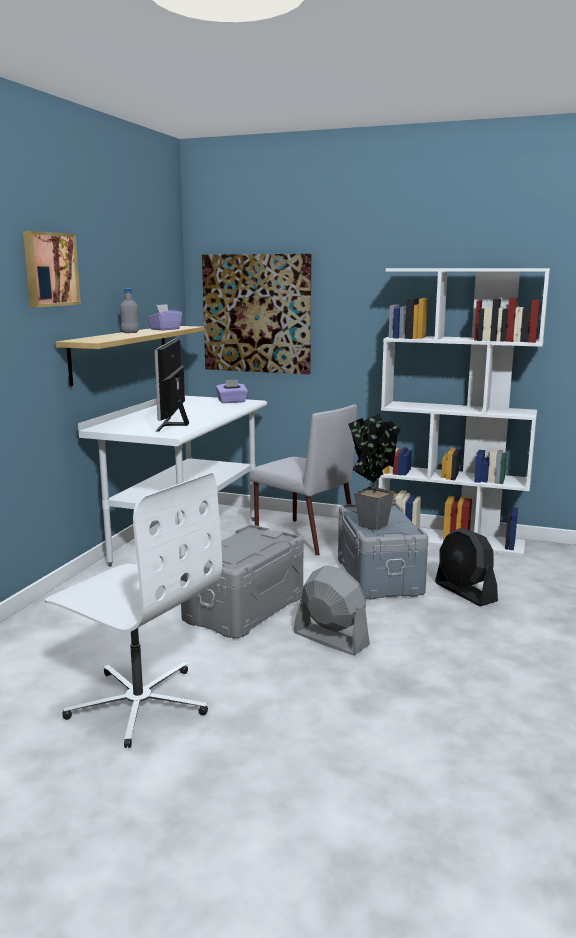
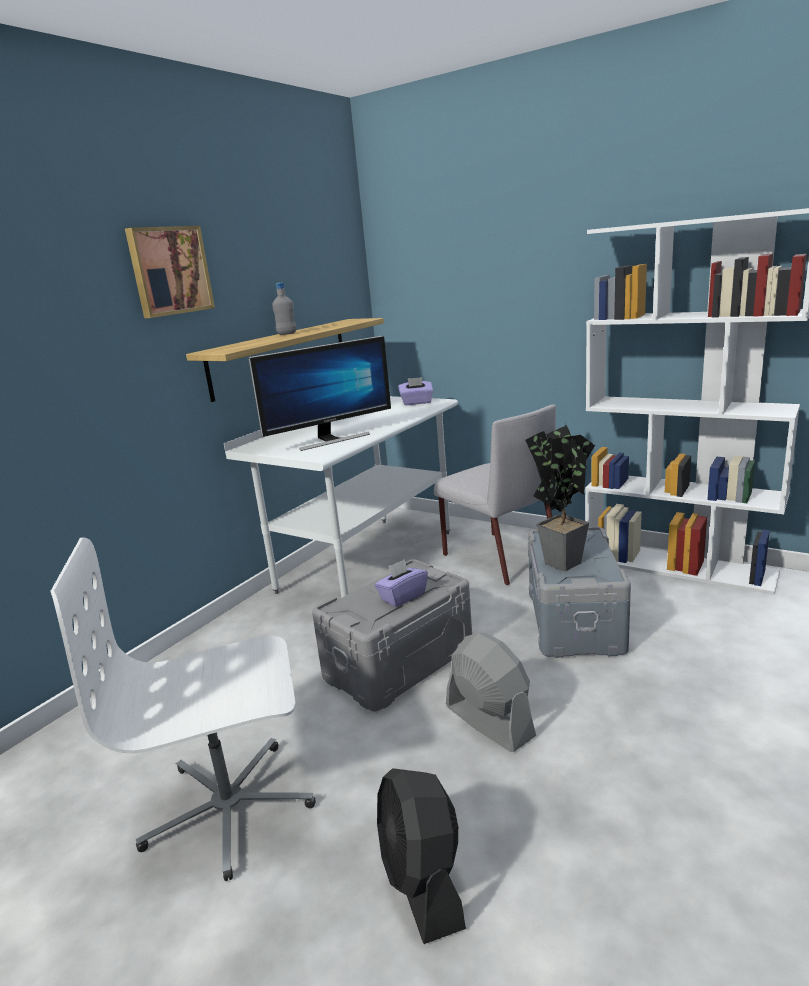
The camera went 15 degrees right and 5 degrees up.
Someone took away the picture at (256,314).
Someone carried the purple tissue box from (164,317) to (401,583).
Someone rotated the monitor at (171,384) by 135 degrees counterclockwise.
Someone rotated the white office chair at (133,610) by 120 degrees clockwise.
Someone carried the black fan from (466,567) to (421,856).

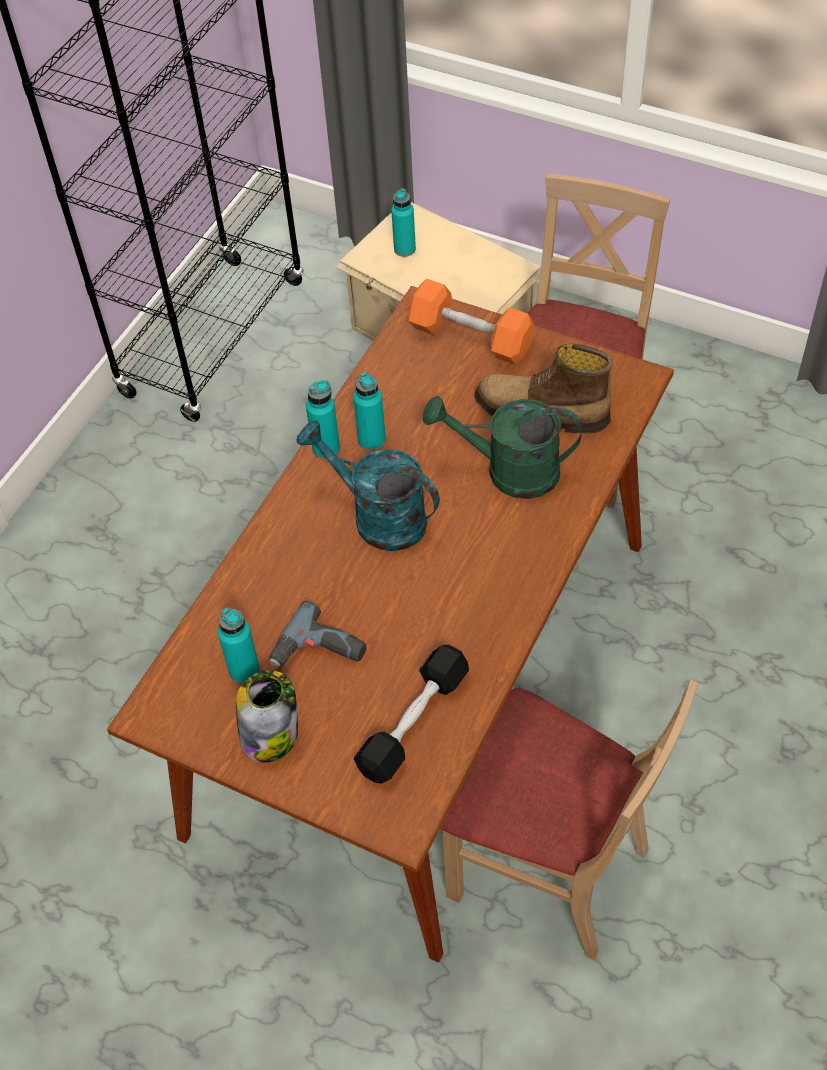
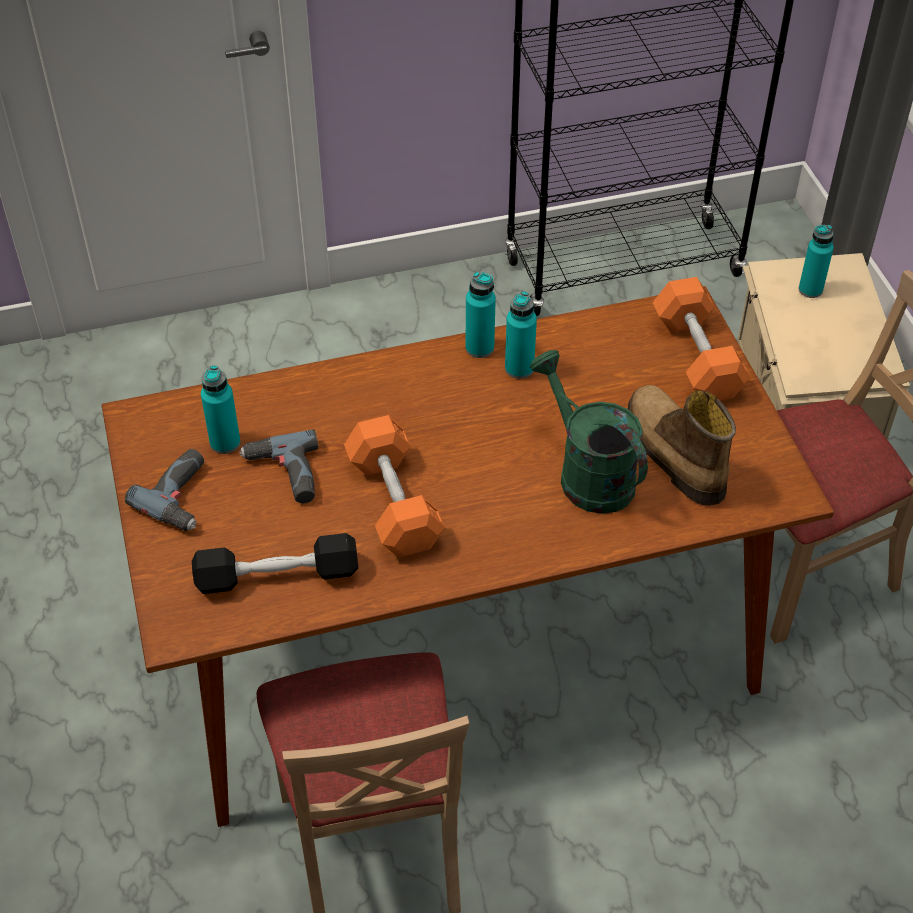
The camera went 45 degrees right and 5 degrees down.
Someone took away the turquoise watering can at (368,485).
Someone swapped the jar at (267,716) for the power drill at (164,490).
Someone put down the orange dumbbell at (395,486).

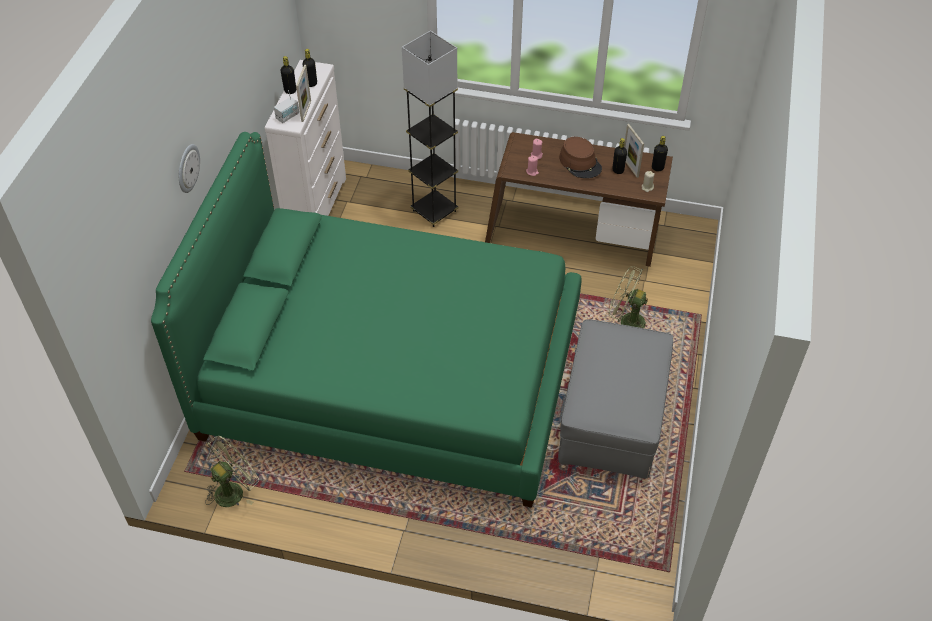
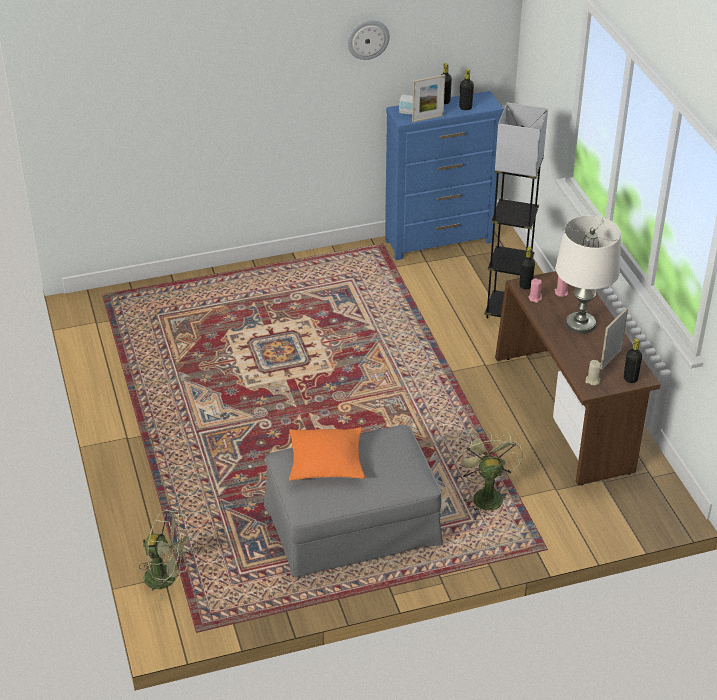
The camera went 60 degrees right and 10 degrees down.
Someone repainted the white dresser at (305,138), which became the blue dresser at (444,175).
Someone took away the green bed at (366,320).
Someone swapped the brown hat at (580,157) for the white table lamp at (588,274).
Someone carried the black bottle from (619,156) to (527,268).
Someone carried the wall clock from (189,168) to (368,40).
Someone carried the green fan from (232,471) to (165,554).
Someone put down the orange pillow at (327,454).

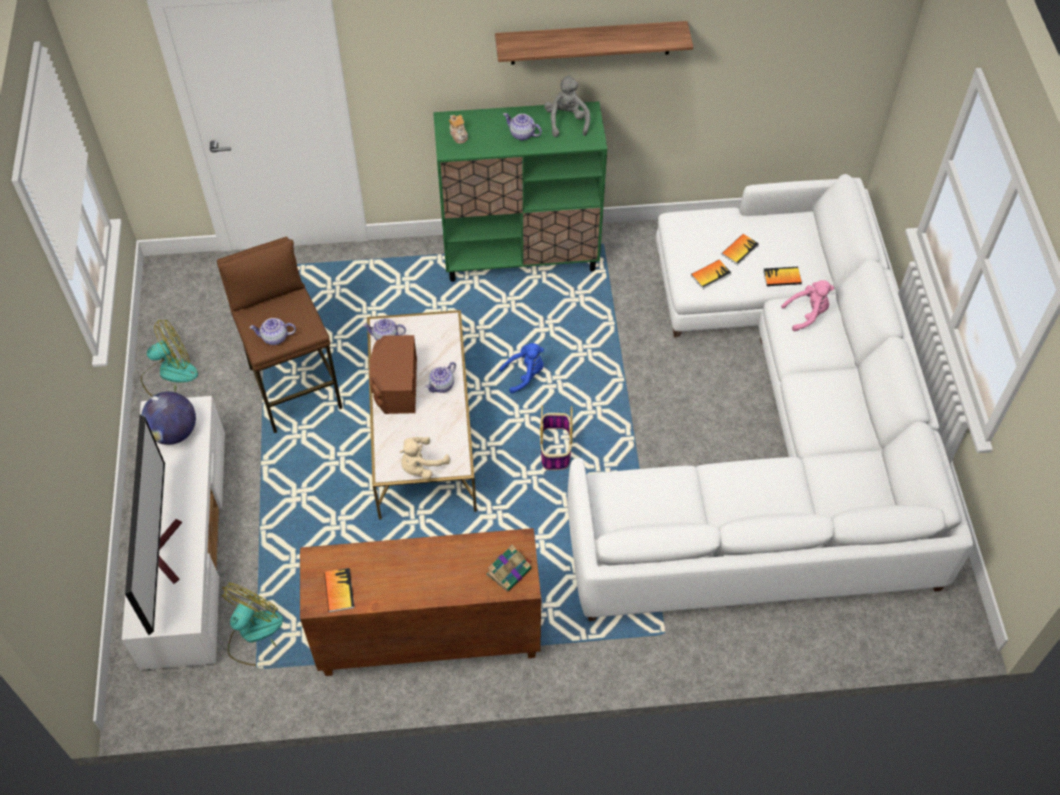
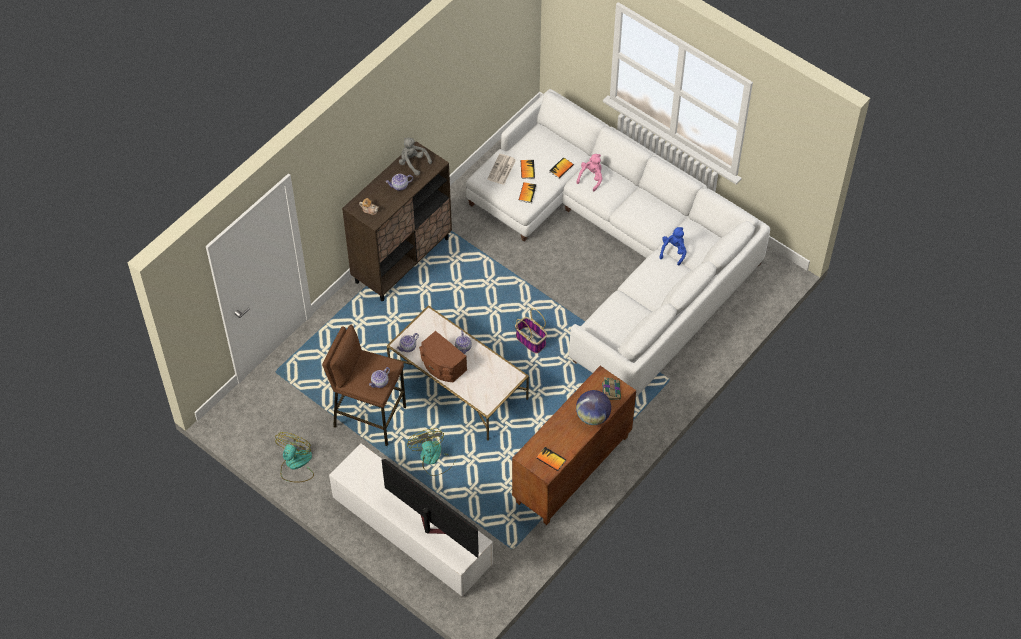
The camera went 45 degrees left and 0 degrees up.
Someone took away the shelf at (594,43).
Someone repainted the green cabinet at (520,191), which became the brown cabinet at (397,221).
Someone carried the blue plush toy from (521,368) to (673,246).
Someone carried the globe from (168,418) to (593,407).
Someone took away the beige plush toy at (425,458).
Someone carried the fan from (252,624) to (431,452).
Someone put down the newspaper at (501,169).

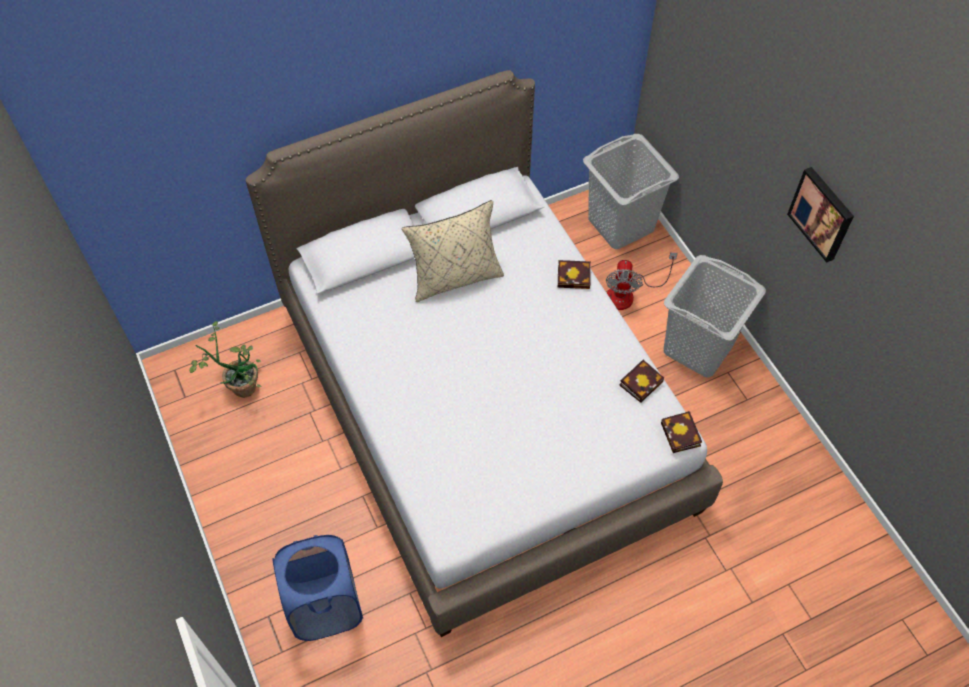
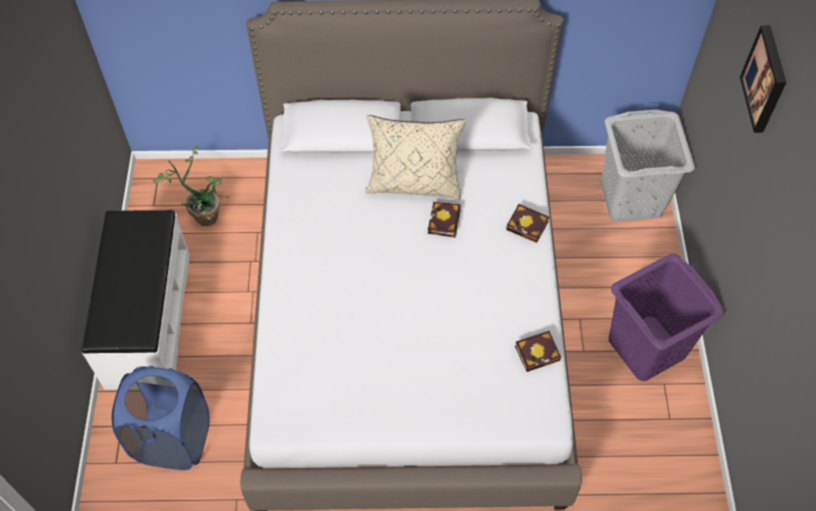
The camera went 25 degrees right and 0 degrees up.
Someone carried the picture from (820,215) to (763,79).
Someone took away the fan at (642,281).
Someone repainted the grey laundry basket at (715,316), which became the purple laundry basket at (667,317).
Someone carried the book from (681,432) to (444,220).
Someone put down the white bench at (136,300).

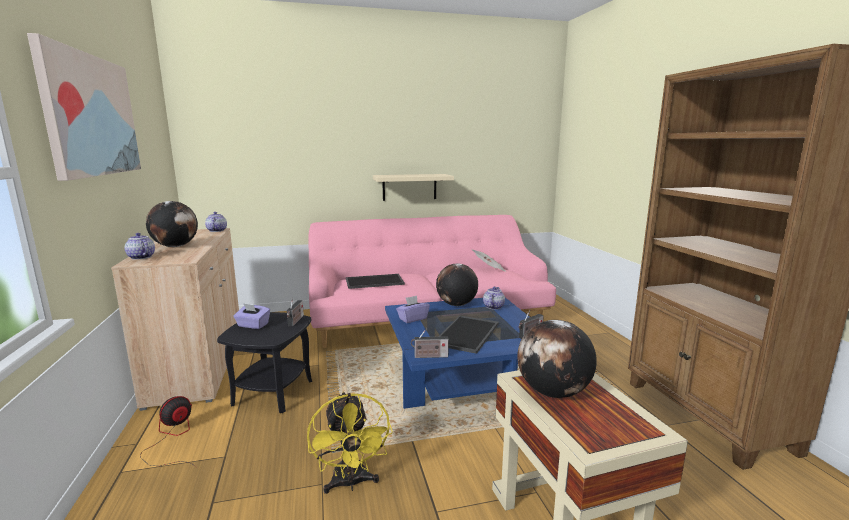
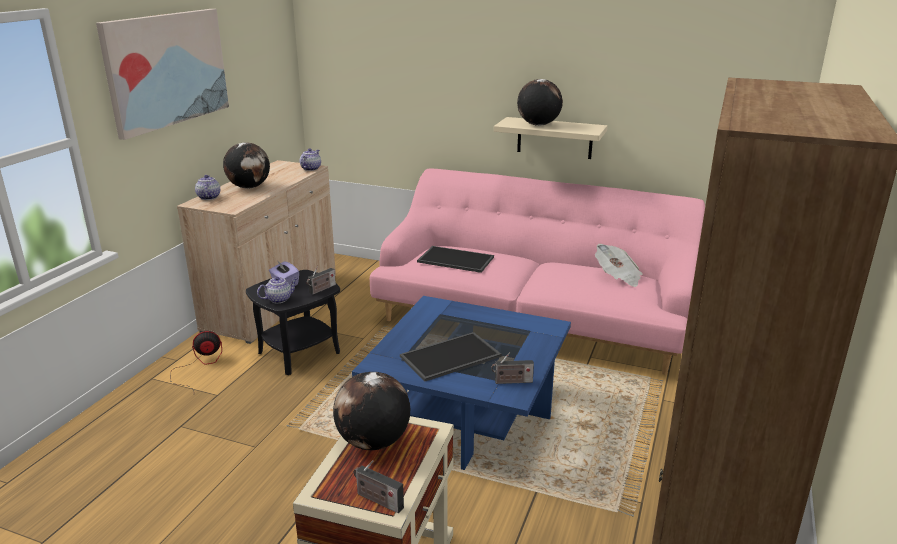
The camera went 35 degrees right and 10 degrees up.
Someone carried the globe from (457,284) to (540,102).
Someone carried the teapot from (494,298) to (277,289).
Someone took away the purple tissue box at (413,309).
Someone carried the radio from (430,343) to (379,487).
Someone took away the yellow fan at (350,443).

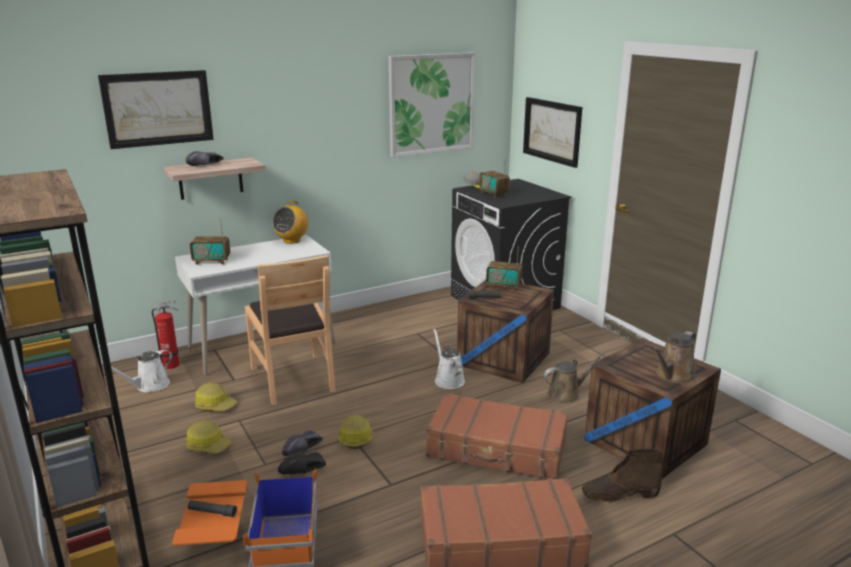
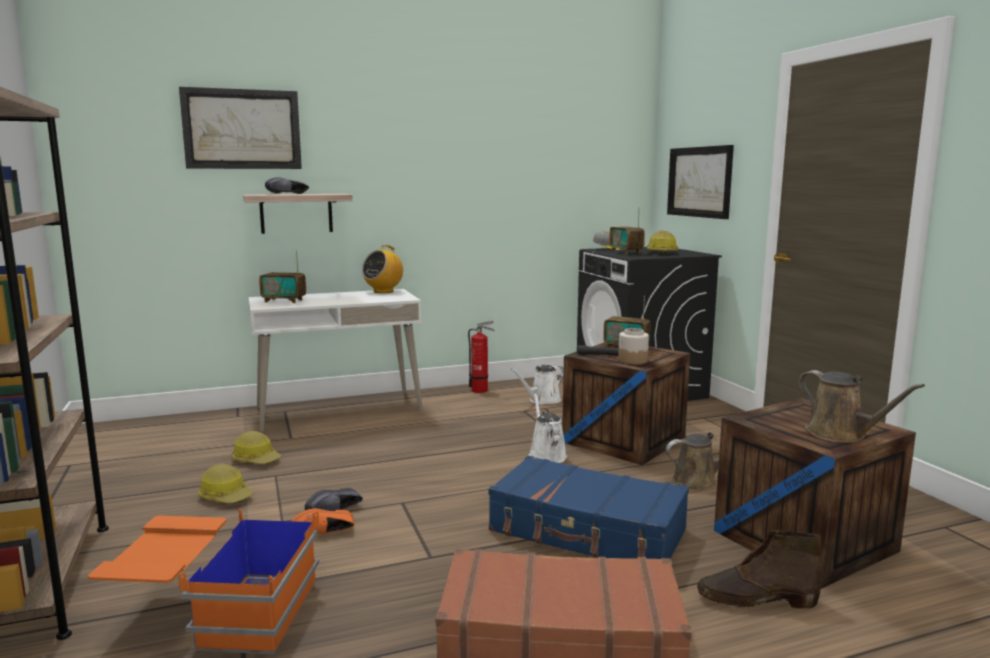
The camera went 10 degrees right and 10 degrees down.
Someone took away the picture at (432,104).
Someone took away the brown chair at (290,330).
Someone carried the fire extinguisher from (166,334) to (481,357).
Someone rotated the brown watering can at (674,357) by 90 degrees counterclockwise.
Someone carried the white watering can from (138,370) to (537,384).
Someone repainted the brown suitcase at (497,436), which became the blue suitcase at (588,507).
Someone carried the hard hat from (355,432) to (663,242).
Someone repainted the black shoe at (302,463), which became the orange shoe at (322,521).
Someone took away the black flashlight at (212,508).
Someone put down the jar at (633,346).

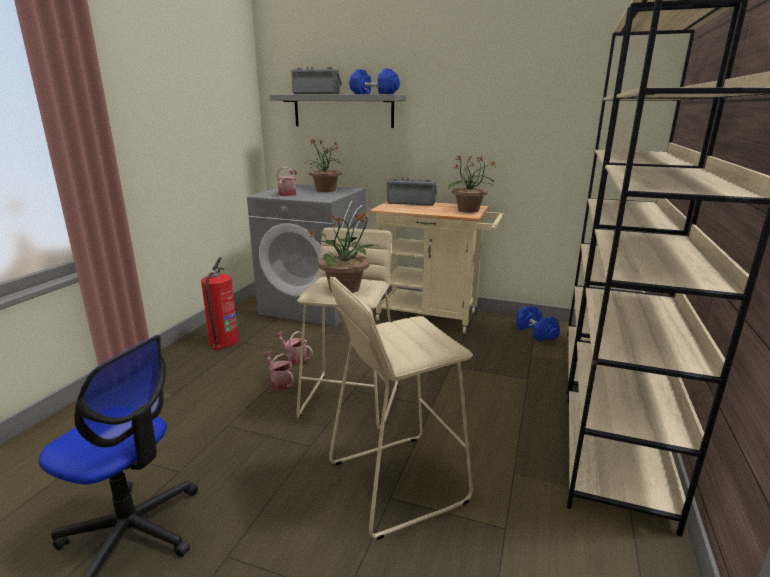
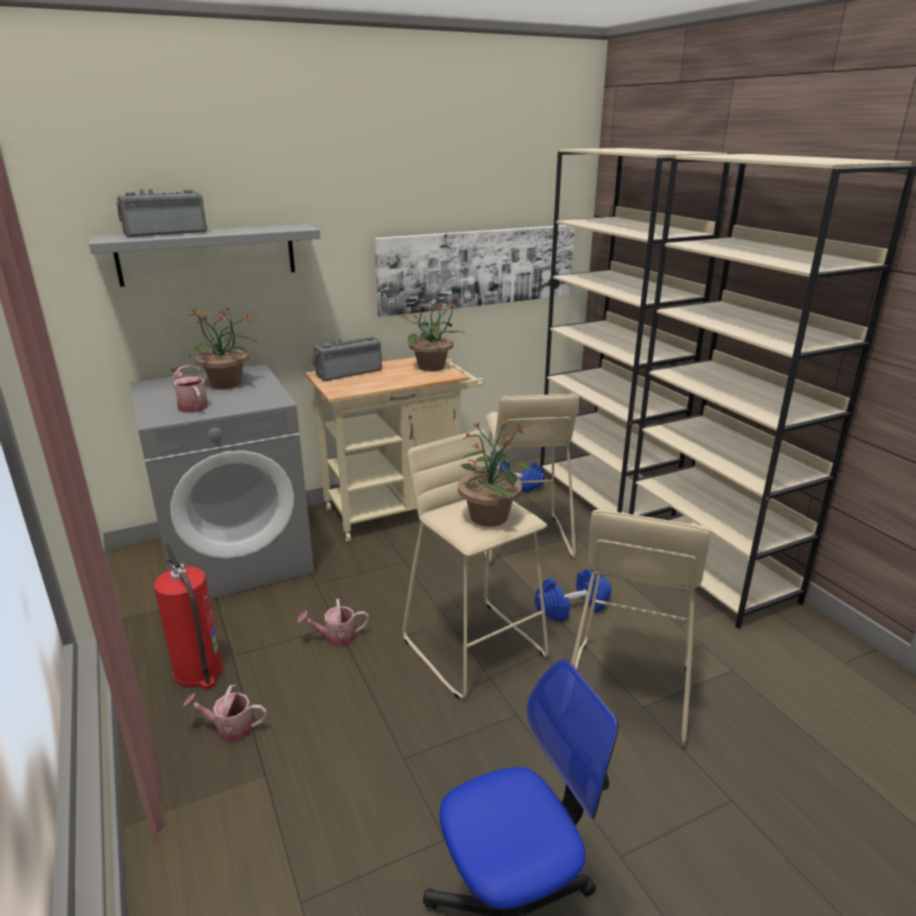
The camera went 45 degrees left and 5 degrees up.
Someone carried the blue dumbbell from (374,81) to (573,595).
Someone carried the watering can from (278,370) to (225,714).
Someone put up the picture at (474,271).
Someone put down the beige stool at (532,478).

